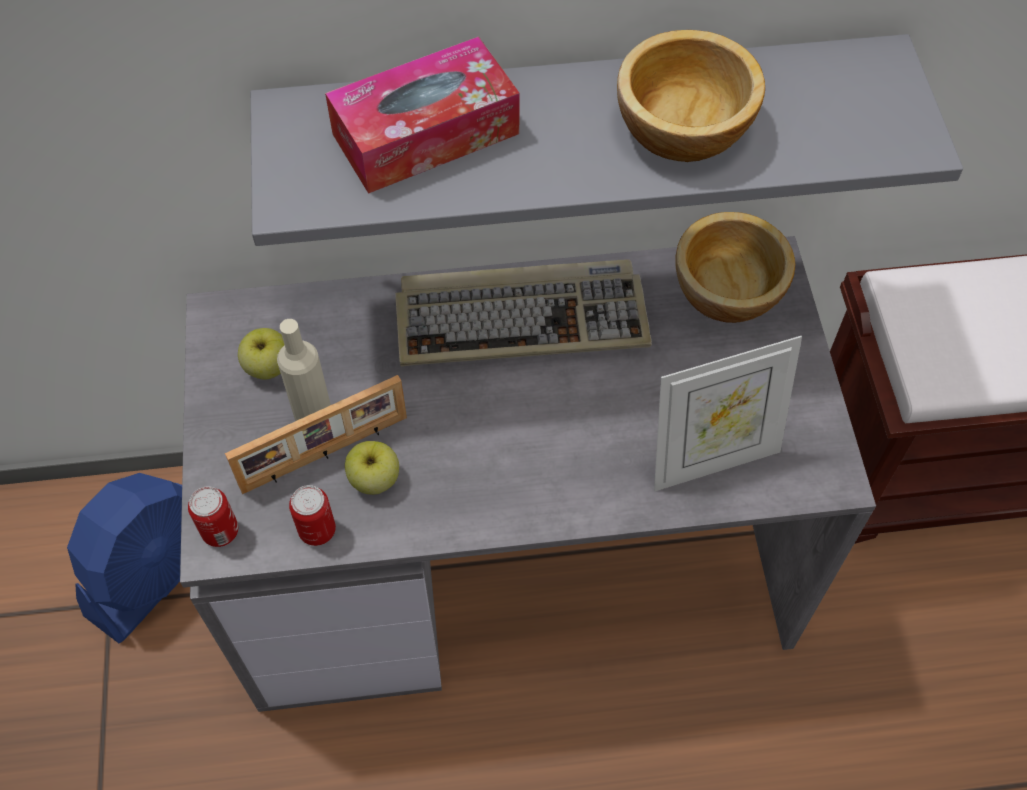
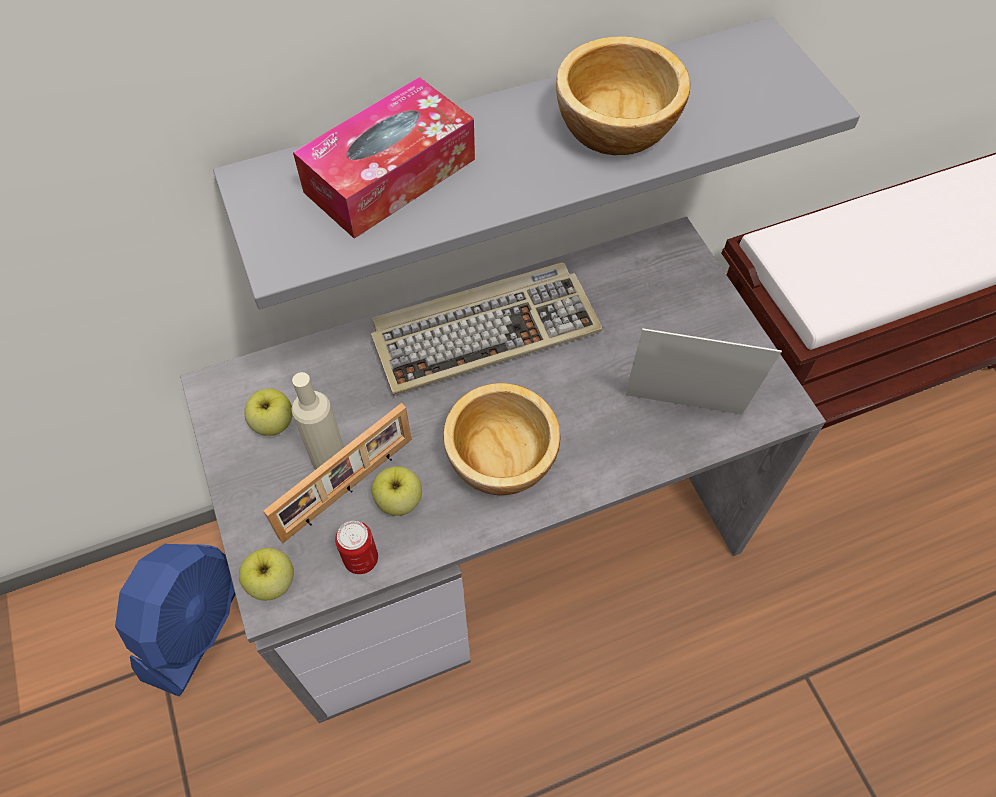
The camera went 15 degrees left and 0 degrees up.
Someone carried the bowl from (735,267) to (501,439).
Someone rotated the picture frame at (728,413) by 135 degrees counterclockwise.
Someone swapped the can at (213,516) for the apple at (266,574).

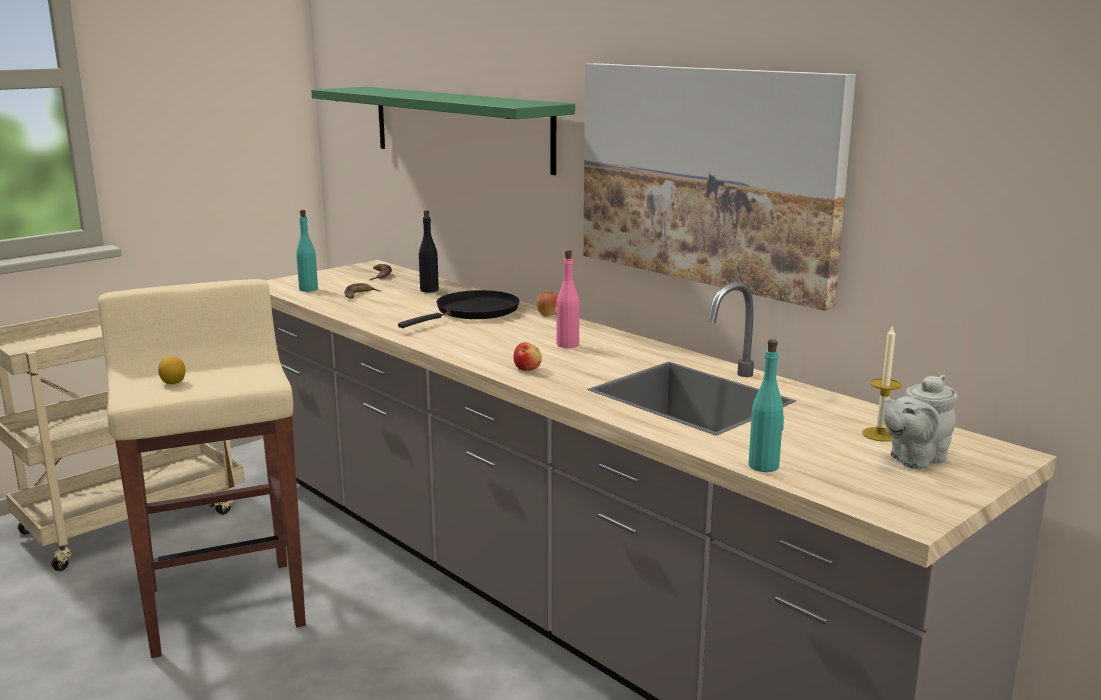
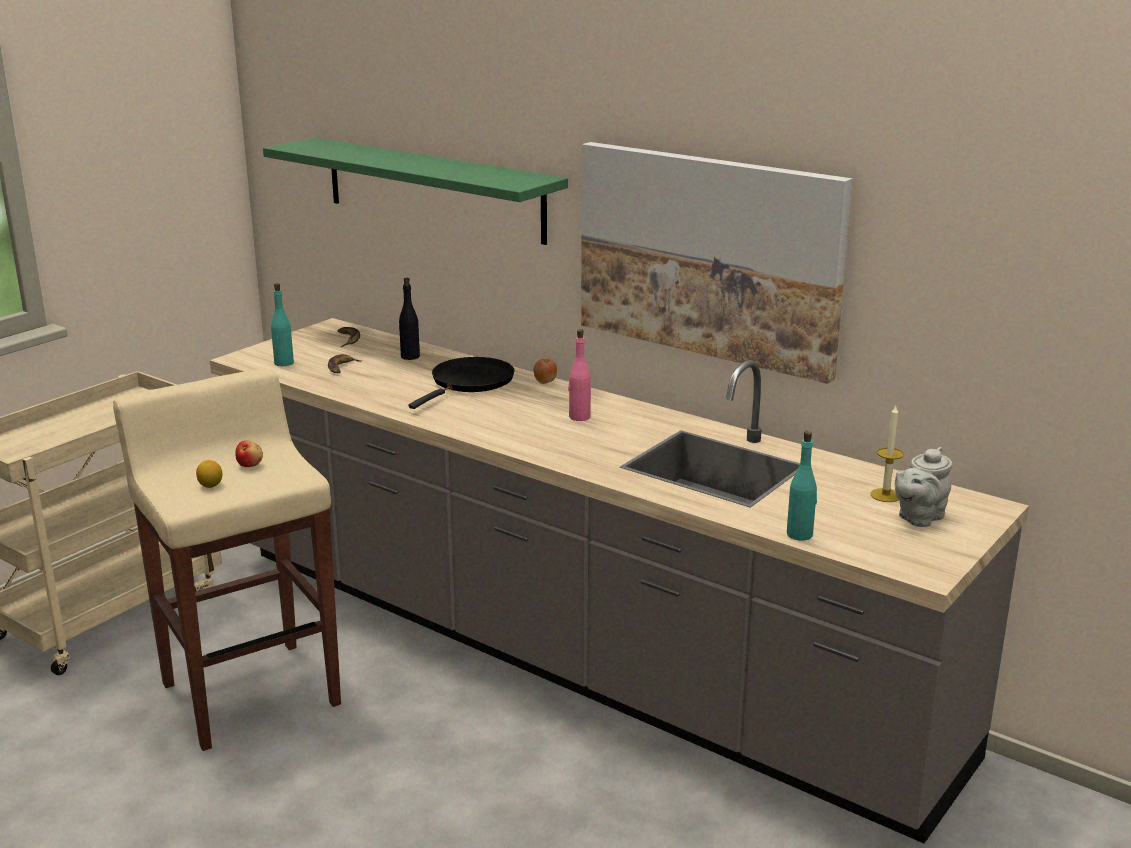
The camera went 10 degrees left and 5 degrees up.
Someone carried the apple from (528,356) to (249,453).

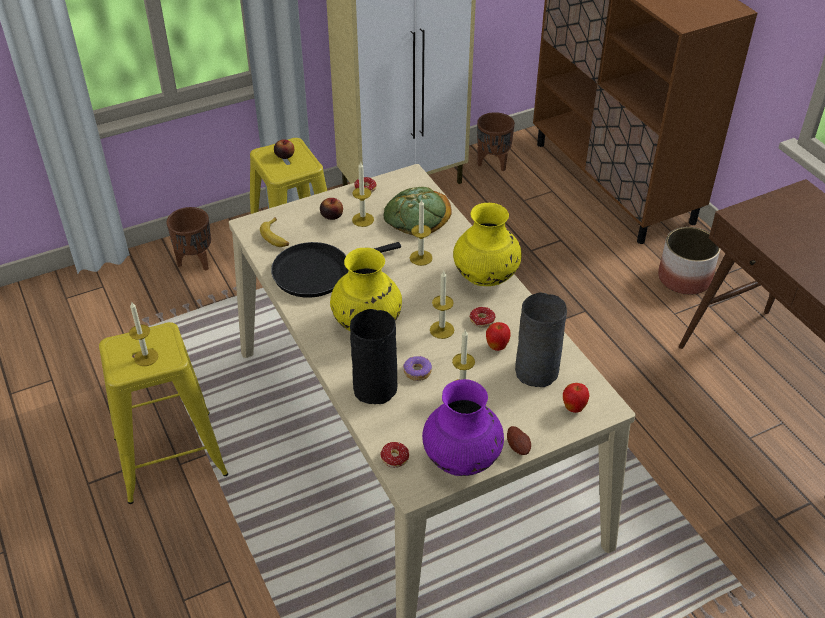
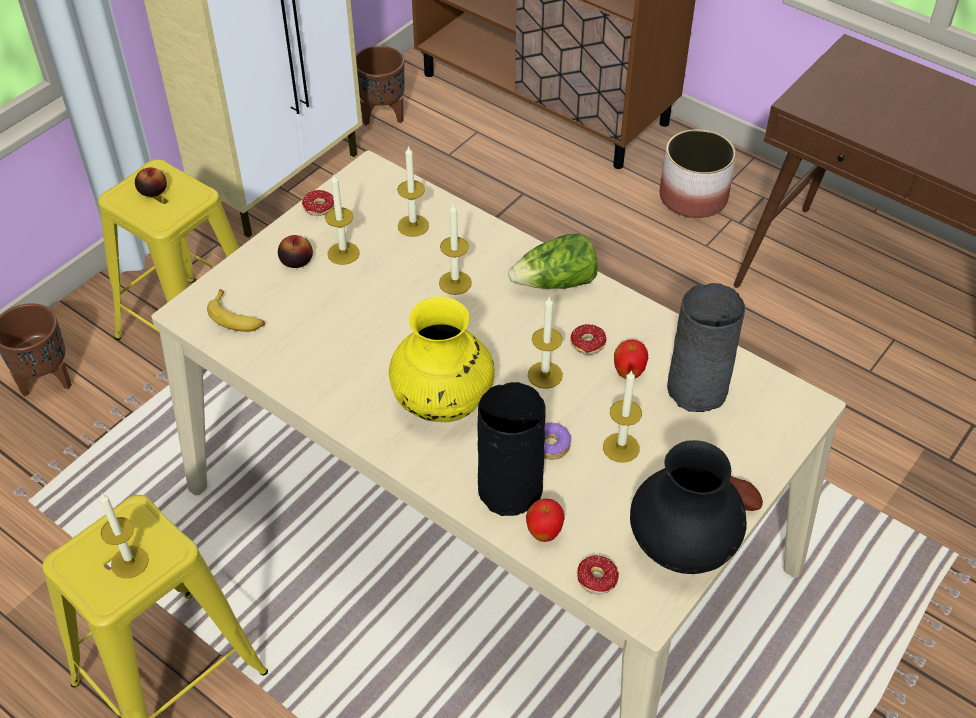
The camera went 25 degrees left and 5 degrees up.
Someone swapped the bread at (418,211) for the candle at (413,191).
Someone swapped the yellow vase at (487,244) for the lettuce at (553,261).
Someone took away the black frying pan at (336,270).
Someone repainted the purple vase at (463,427), which became the black vase at (688,507).
Someone carried the apple from (576,398) to (545,520).

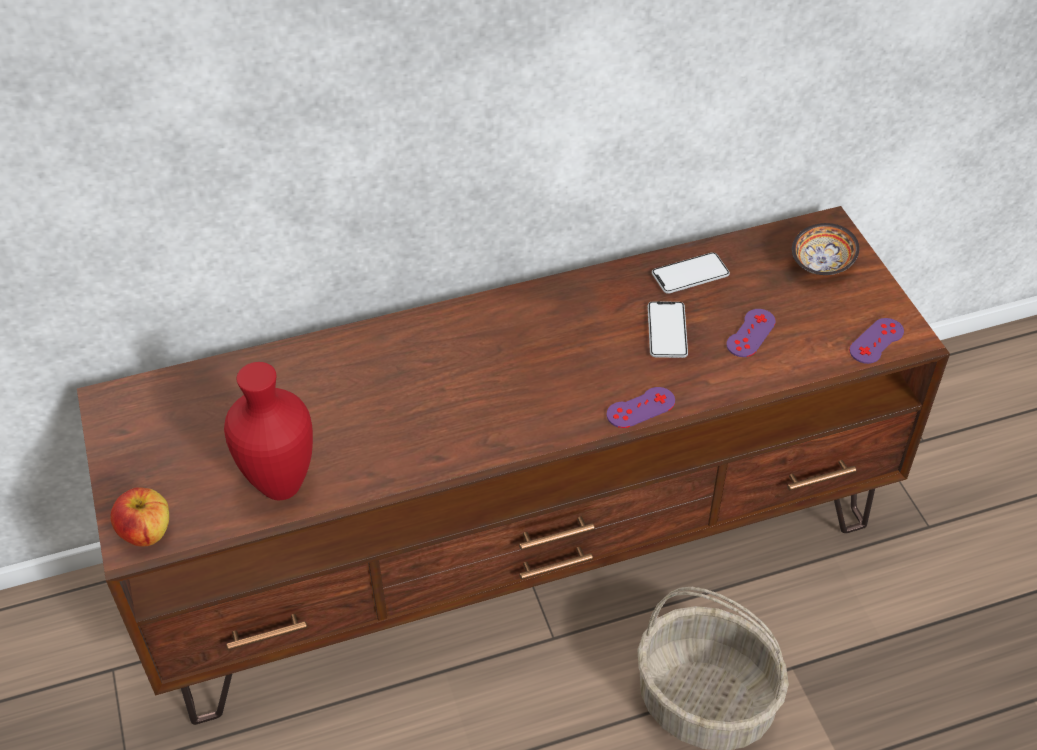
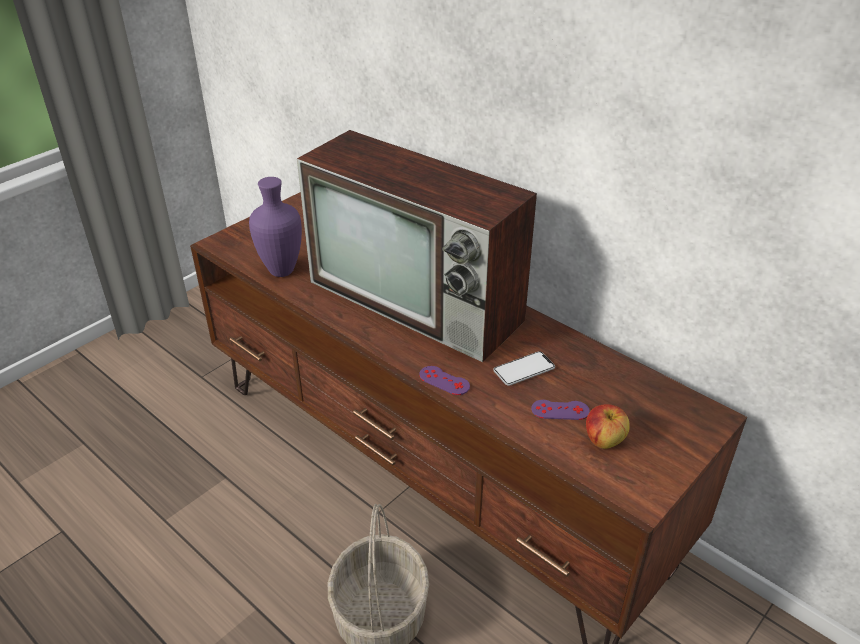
The camera went 60 degrees right and 10 degrees down.
Someone took away the bowl at (825,249).
Someone took away the phone at (691,273).
Someone took away the purple game controller at (876,341).
Someone repainted the red vase at (268,431), which became the purple vase at (275,227).
Someone carried the apple from (139,516) to (608,426).
Someone put down the television at (417,246).

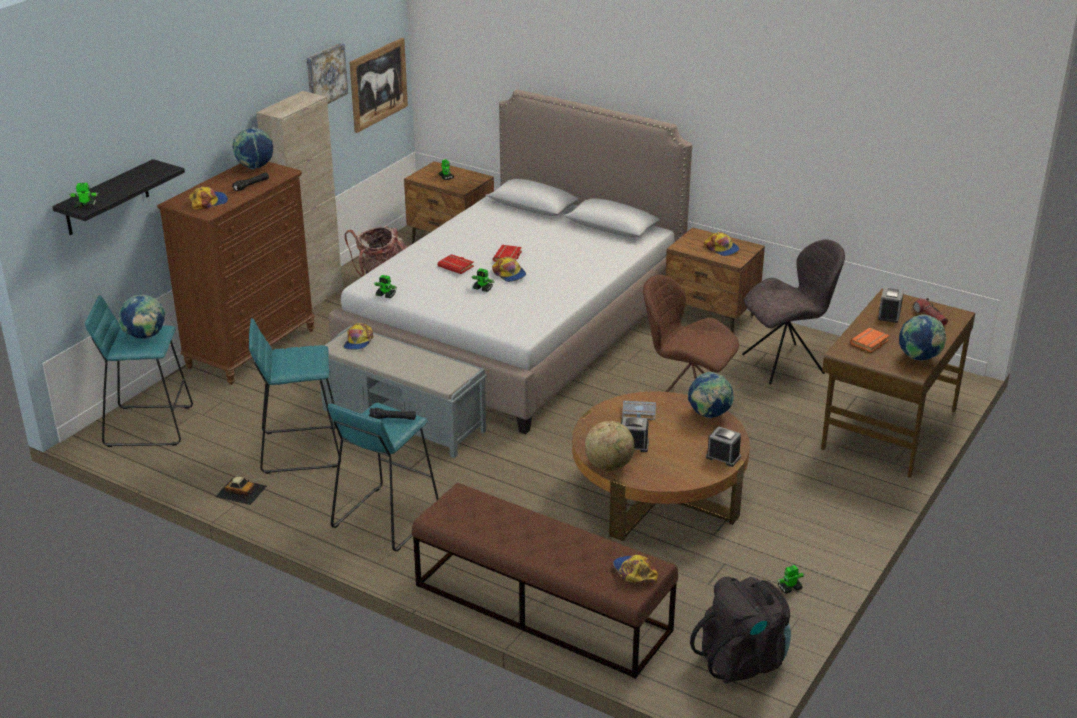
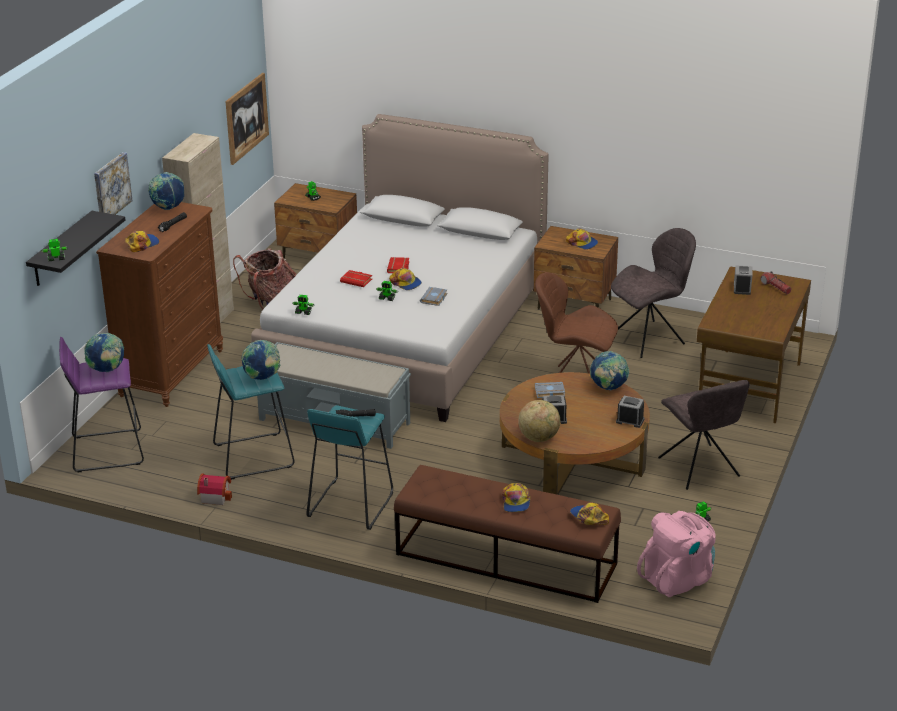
The camera went 10 degrees left and 0 degrees up.
Someone carried the picture from (327,73) to (113,183).
Someone repainted the turquoise stool at (139,371), which became the purple stool at (101,405).
Someone carried the globe from (922,337) to (261,360).
Someone carried the cap from (358,336) to (516,497).
Someone took away the orange book at (869,339).
Someone swapped the toy car at (241,490) for the toy house at (214,489).
Someone repainted the black backpack at (740,630), which became the pink backpack at (676,554).
Someone put down the grey book at (434,296).
Someone put down the grey chair at (704,435).

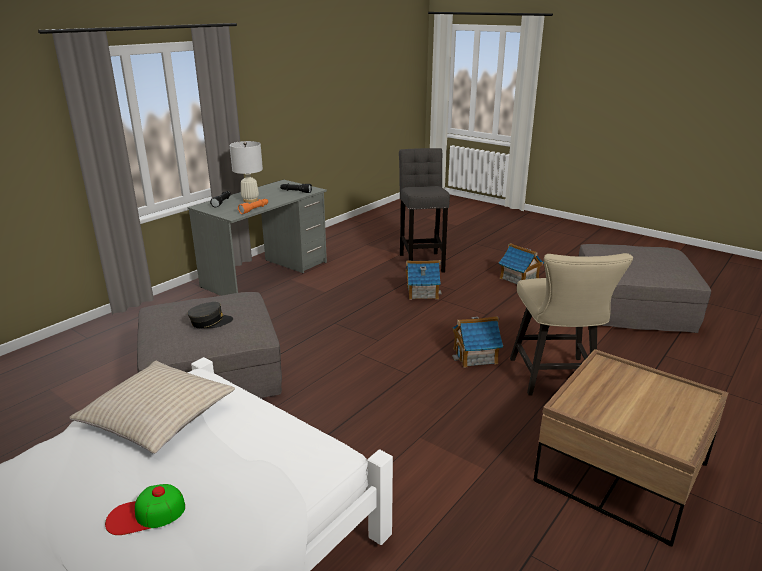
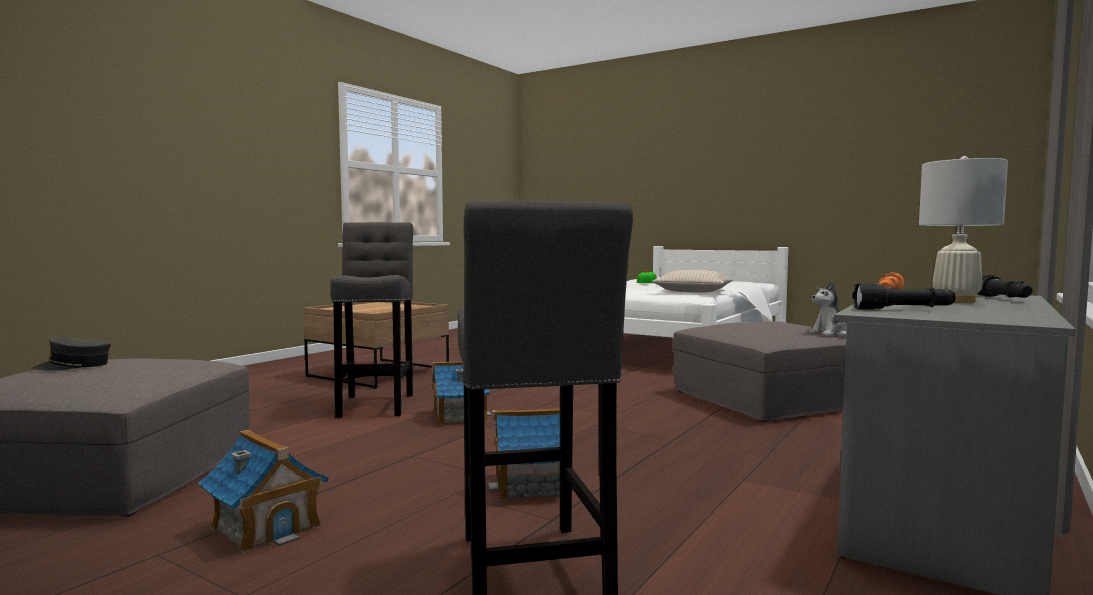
The camera went 175 degrees right and 20 degrees down.
Someone swapped the beige chair at (571,324) for the grey stool at (371,320).
Someone carried the grey cap from (210,315) to (71,353).
Someone put down the plush toy at (828,308).

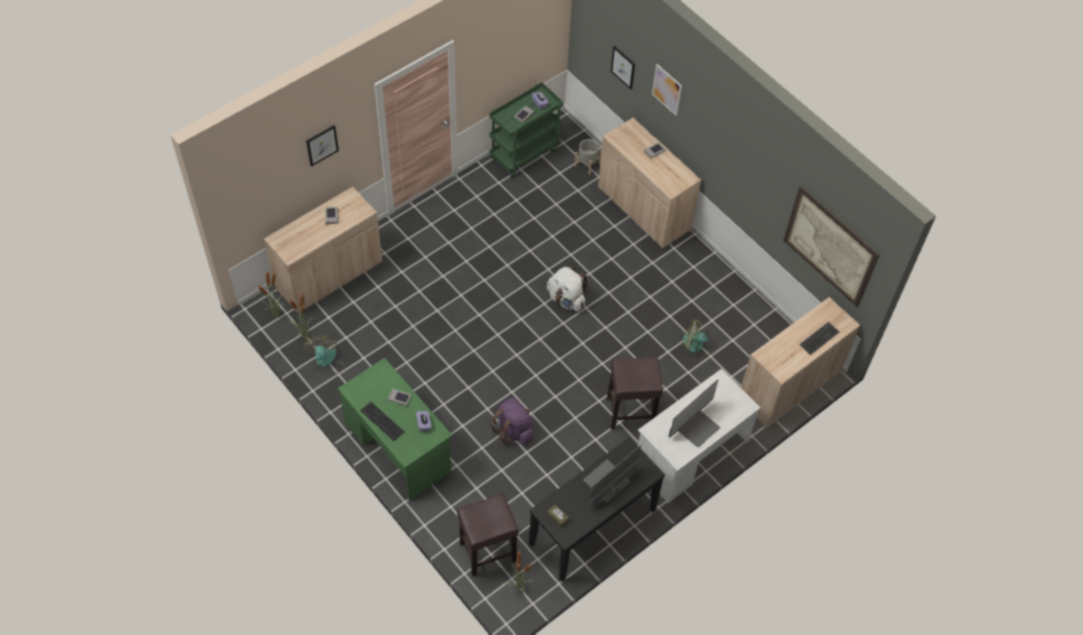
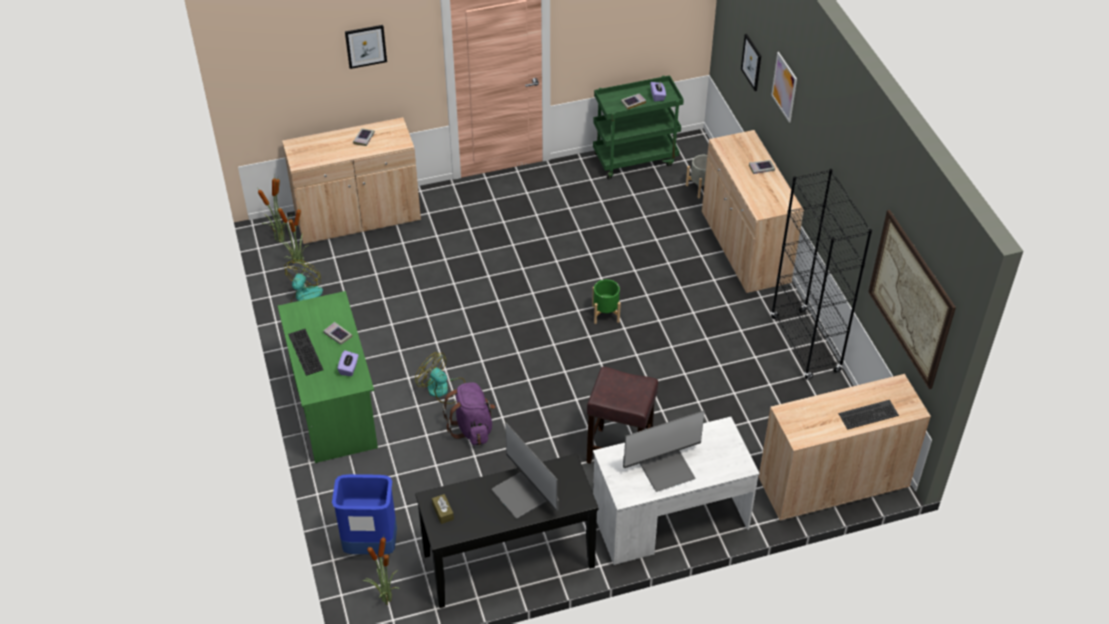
The camera went 25 degrees right and 10 degrees down.
Someone swapped the white backpack at (567,288) for the green planter at (606,301).
Someone carried the fan from (699,337) to (440,378).
Someone rotated the monitor at (612,475) by 105 degrees counterclockwise.
Someone swapped the brown stool at (488,534) for the blue trash can at (364,514).
Someone put down the black bookcase at (821,274).

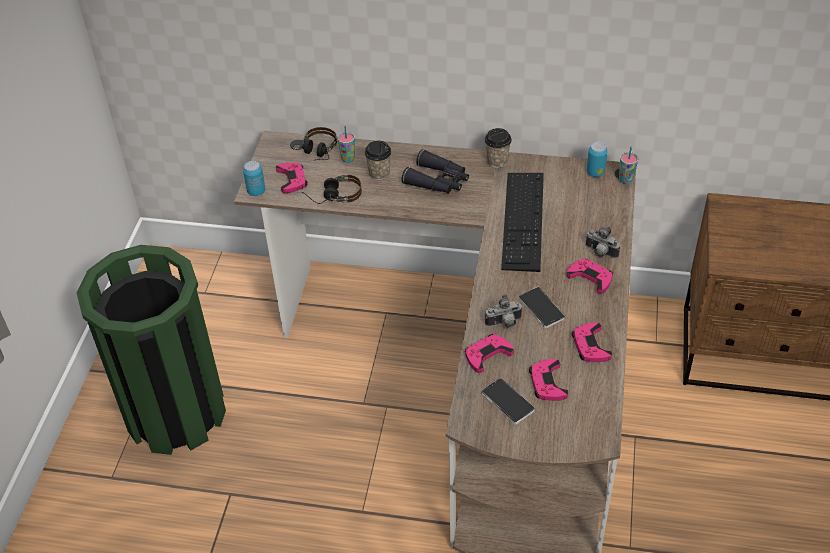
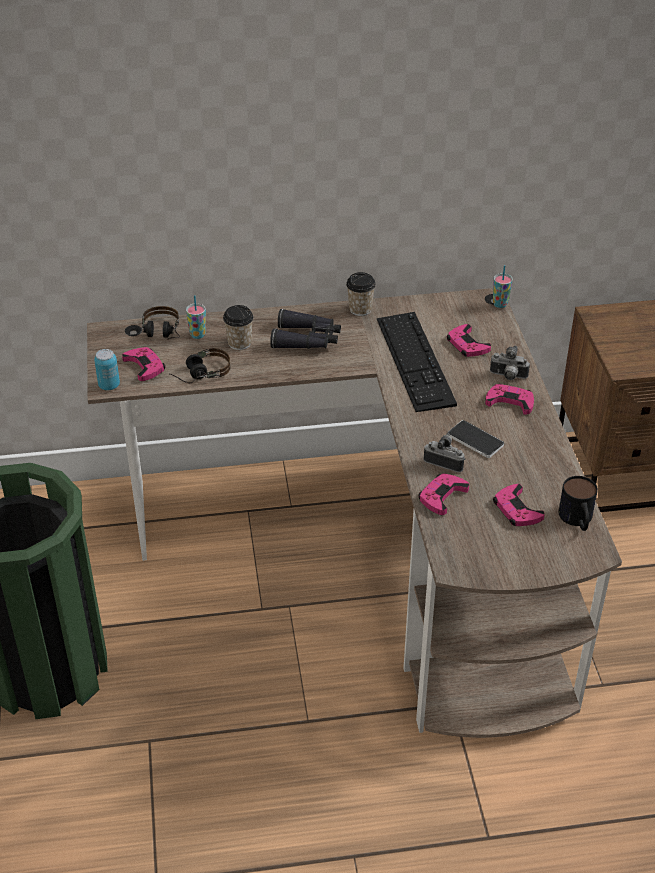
The camera went 20 degrees left and 5 degrees down.
Someone took away the can at (597,159).
Someone rotated the photo camera at (504,311) by 120 degrees counterclockwise.
Someone carried the pink game controller from (592,342) to (469,340).
Someone took away the phone at (508,401).
Someone put down the mug at (578,503).

